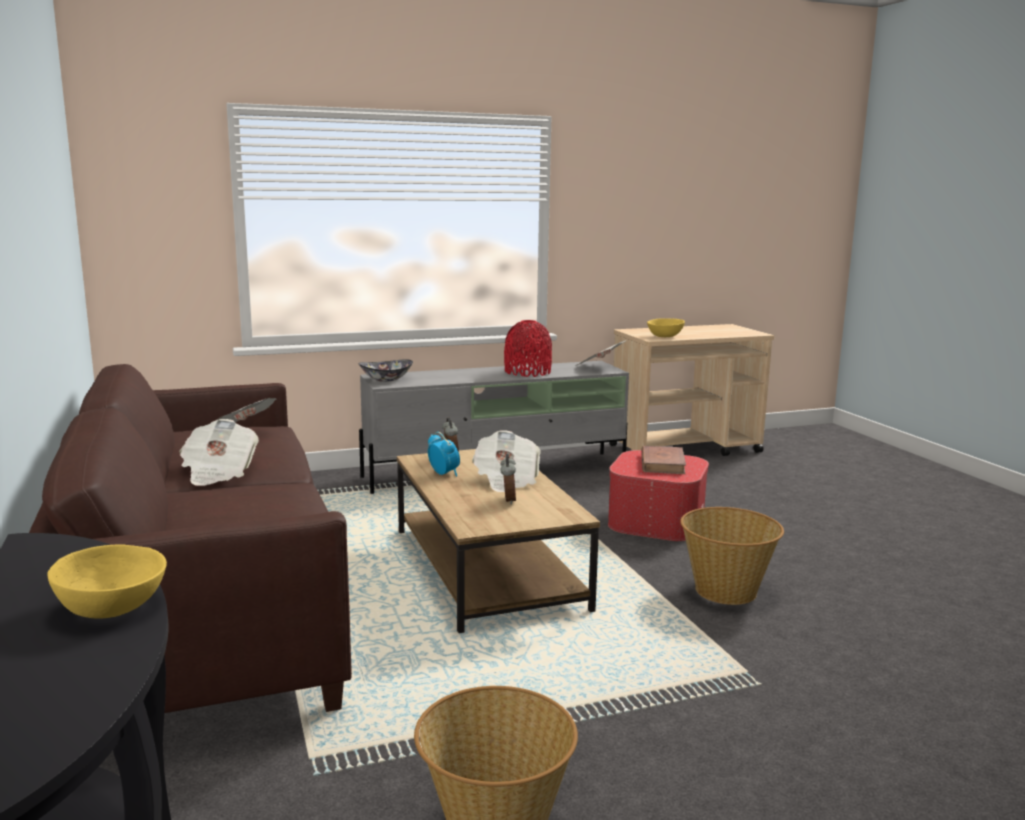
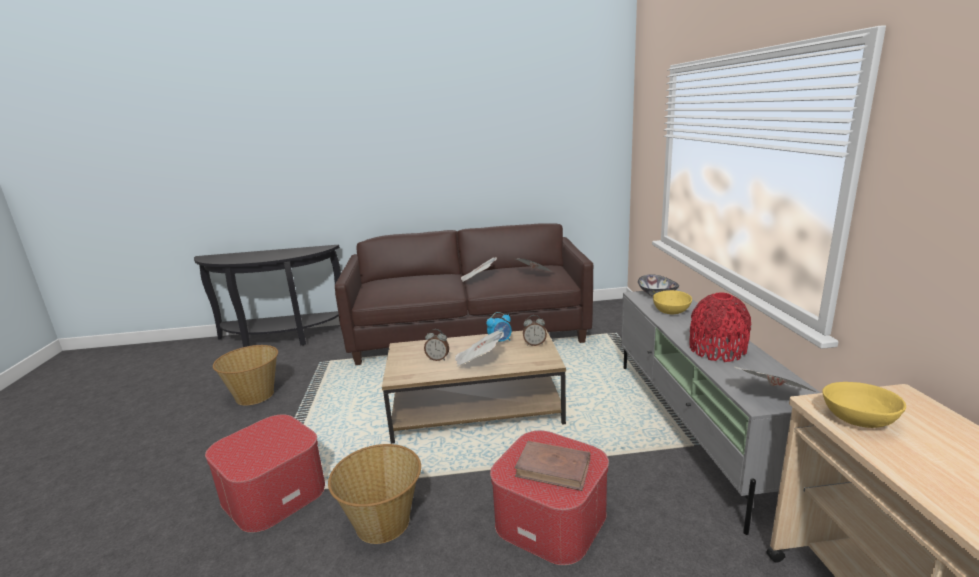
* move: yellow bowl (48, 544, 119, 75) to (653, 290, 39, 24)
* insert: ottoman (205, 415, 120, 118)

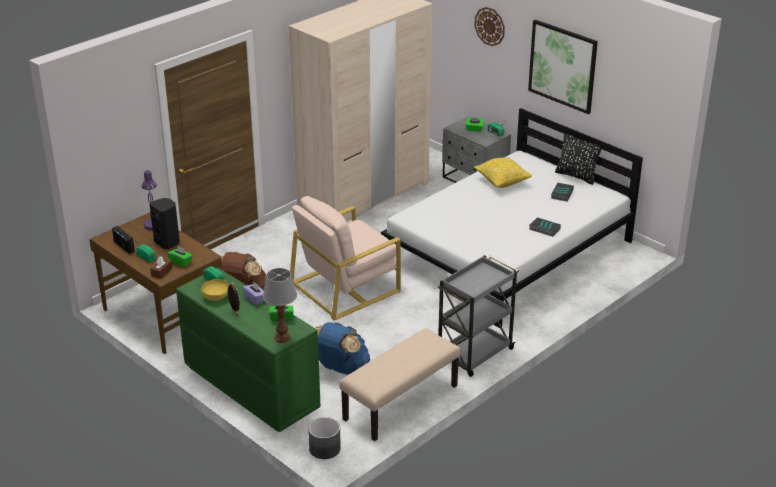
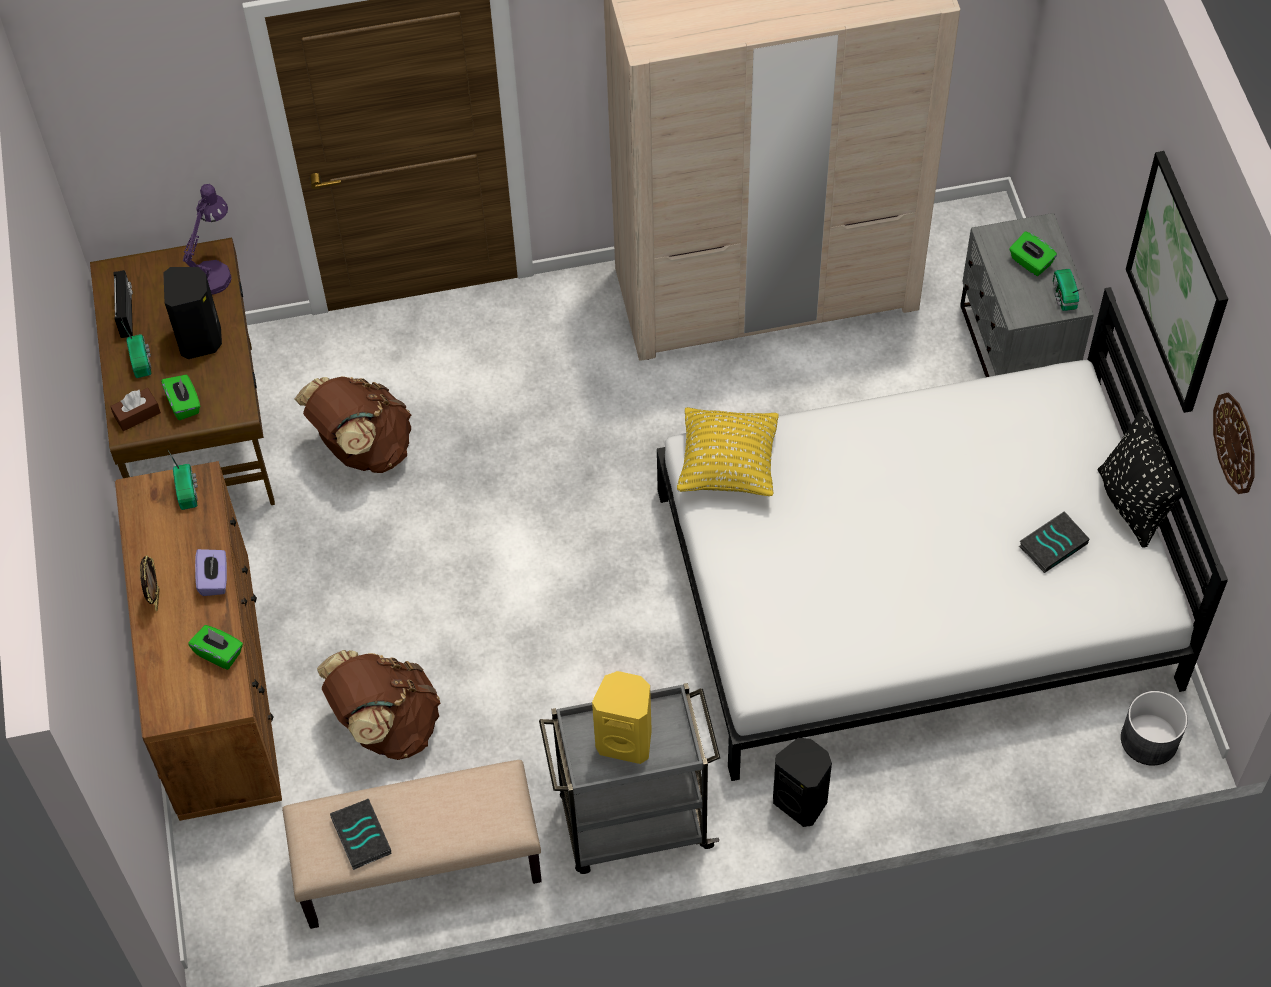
* move: hanging clock (474, 7, 31, 39) to (1213, 392, 41, 102)
* move: yellow throw pillow (474, 157, 58, 31) to (677, 407, 102, 89)
* delete: sand-coloured armchair (290, 196, 111, 125)
* move: book (529, 217, 32, 20) to (330, 799, 62, 71)
* recolor: green drawer chest (176, 268, 145, 164) to brown drawer chest (115, 461, 167, 360)
* delete: tabletop lamp (263, 268, 34, 75)
* delete: yellow bowl (201, 279, 28, 22)
* recolor: blue-coloured knapsack (315, 322, 55, 53) to brown knapsack (317, 650, 123, 110)
* move: greyish planter (308, 417, 33, 42) to (1121, 691, 67, 75)
* insert: yellow audio speaker (592, 671, 60, 93)
* insert: blackish audio speaker (773, 738, 59, 89)

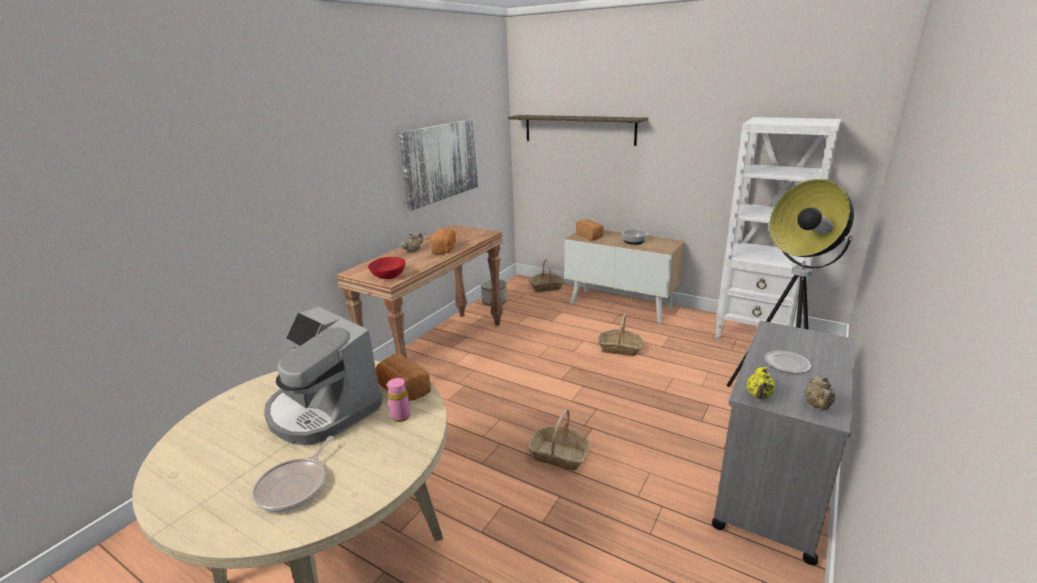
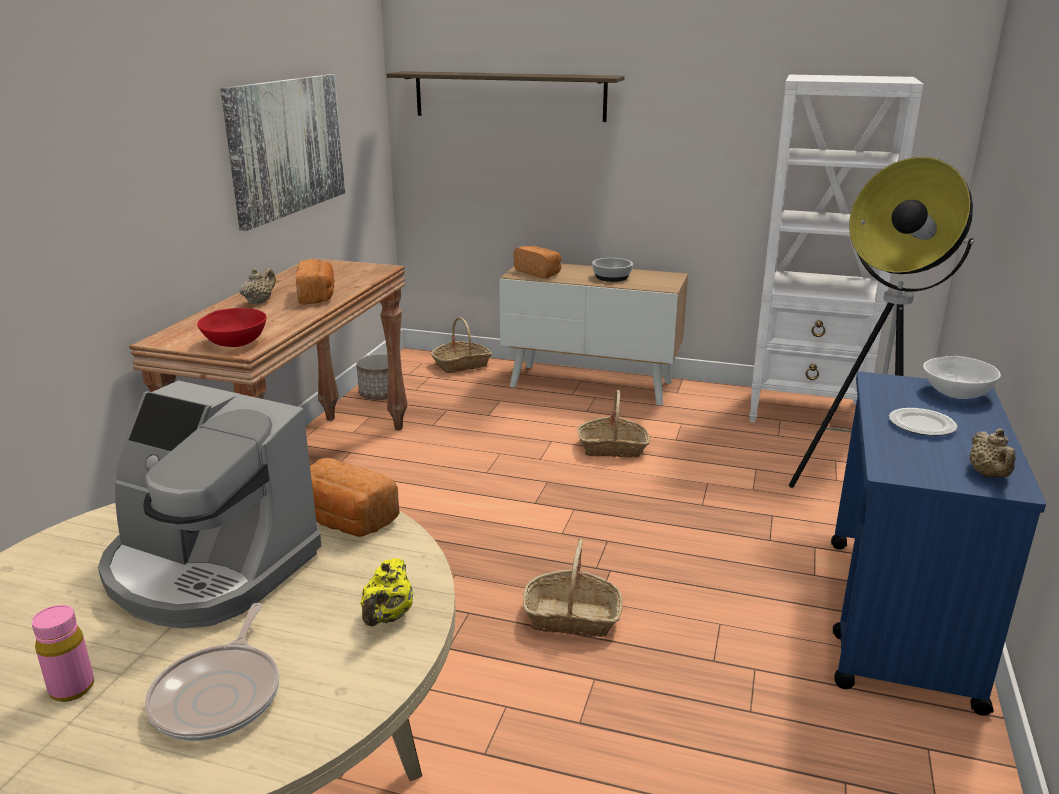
* recolor: greyish trolley (712, 321, 143, 244) to blue-coloured trolley (831, 372, 215, 344)
* move: yellow pot for tea (746, 367, 29, 32) to (360, 558, 53, 68)
* move: pink drink bottle (387, 378, 23, 44) to (32, 605, 62, 97)
* insert: white-coloured bowl (923, 356, 78, 43)

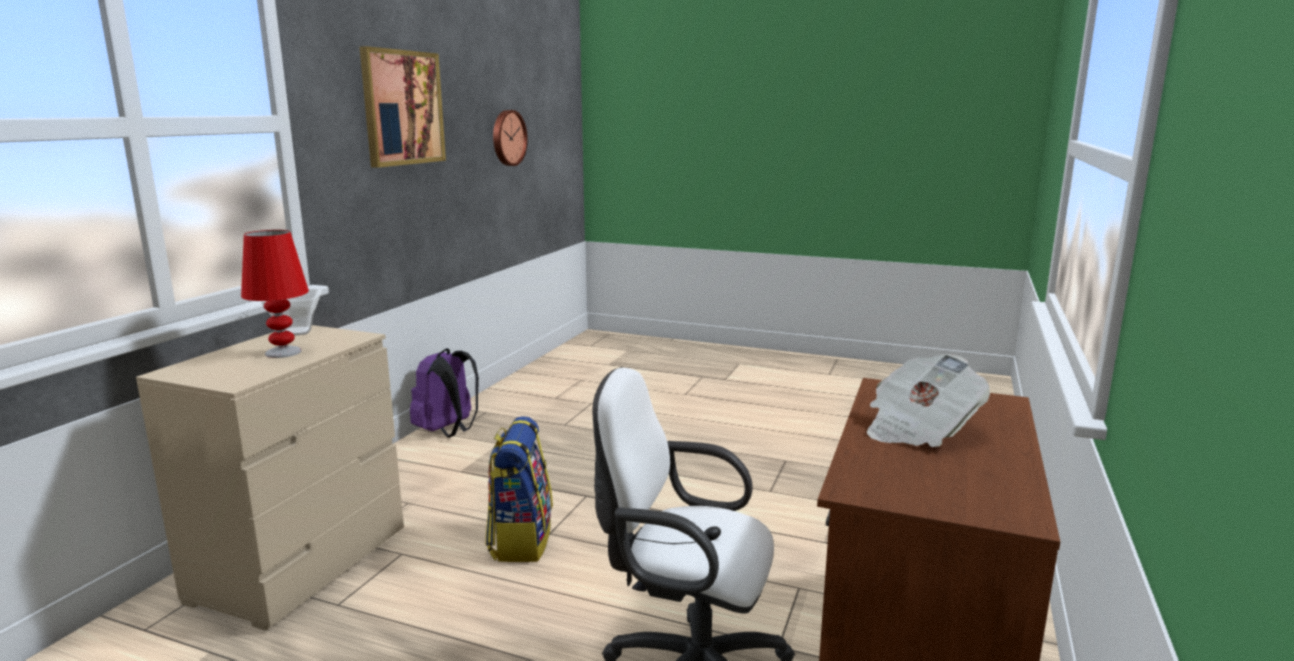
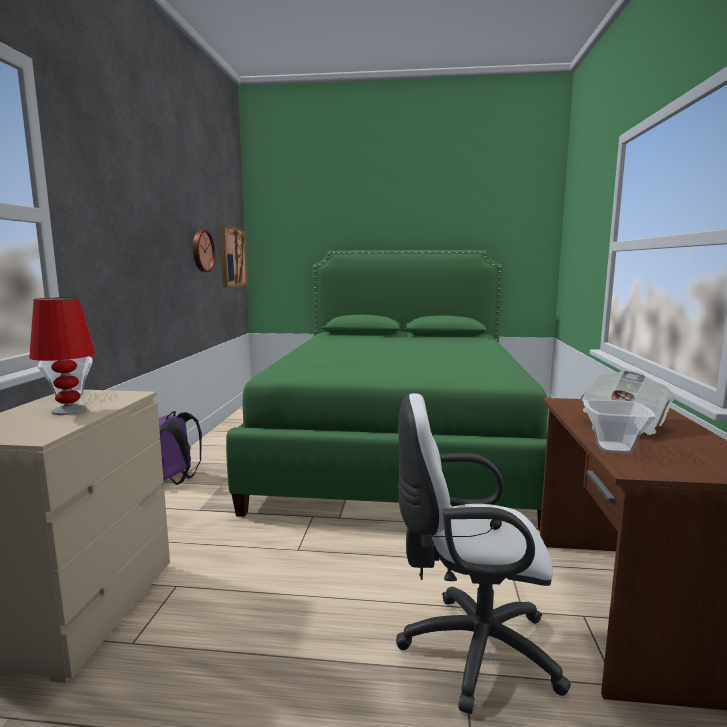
* move: wall art (359, 46, 87, 122) to (220, 225, 28, 62)
* delete: knapsack (485, 416, 68, 146)
* insert: green bedroom bed (226, 250, 322, 281)
* insert: bowl (584, 400, 72, 54)

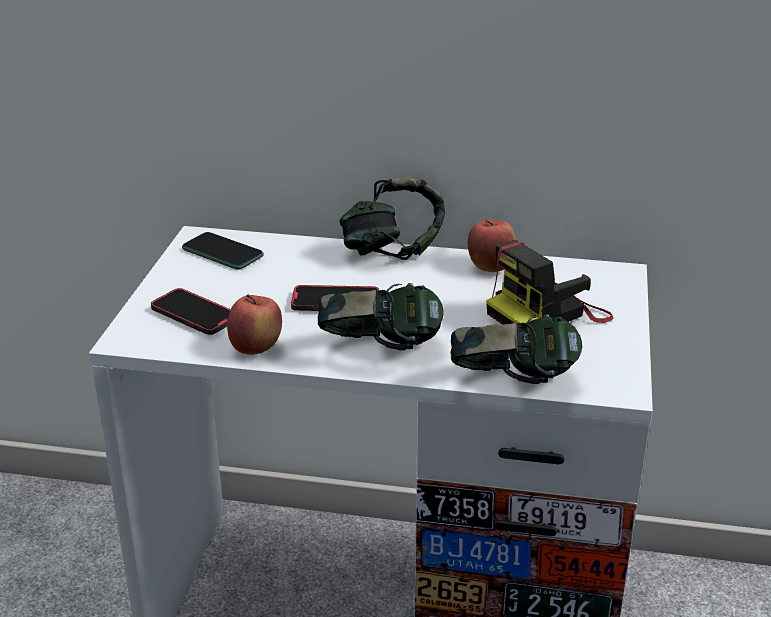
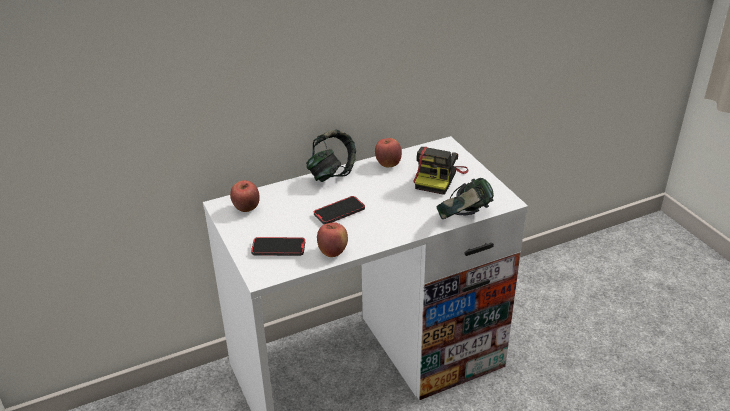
* replace: phone (182, 232, 82, 38) to apple (230, 180, 30, 32)
* delete: headphones (318, 283, 126, 67)

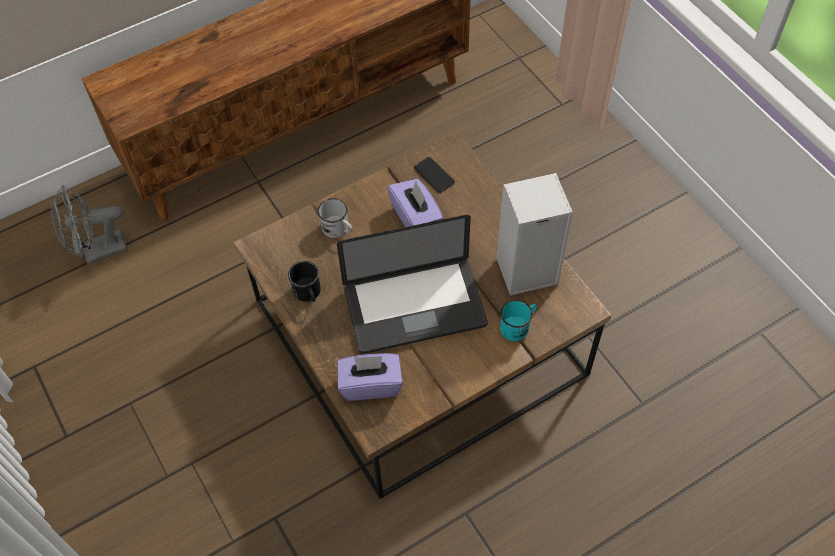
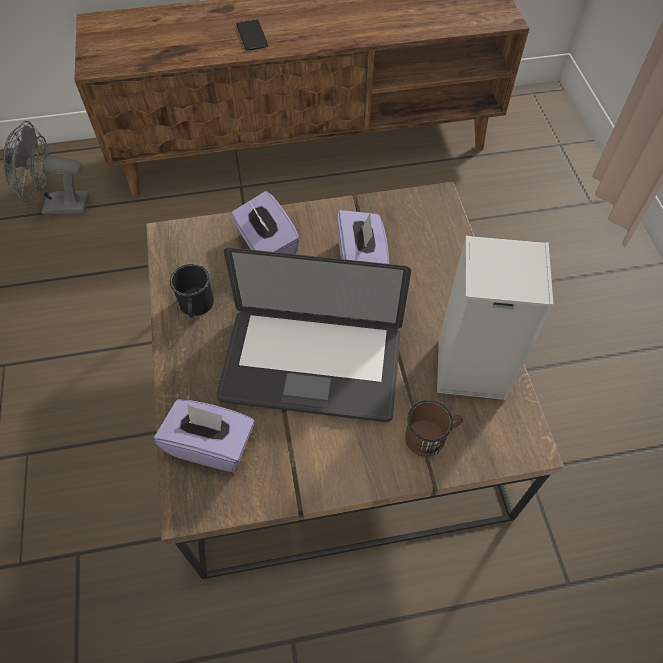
* move: phone (414, 157, 41, 36) to (236, 19, 32, 32)
* replace: white-coloured tea mug (318, 198, 35, 40) to purple-coloured tissue holder (231, 191, 69, 63)
* recolor: turquoise tea mug (500, 300, 37, 41) to brown tea mug (405, 400, 58, 57)

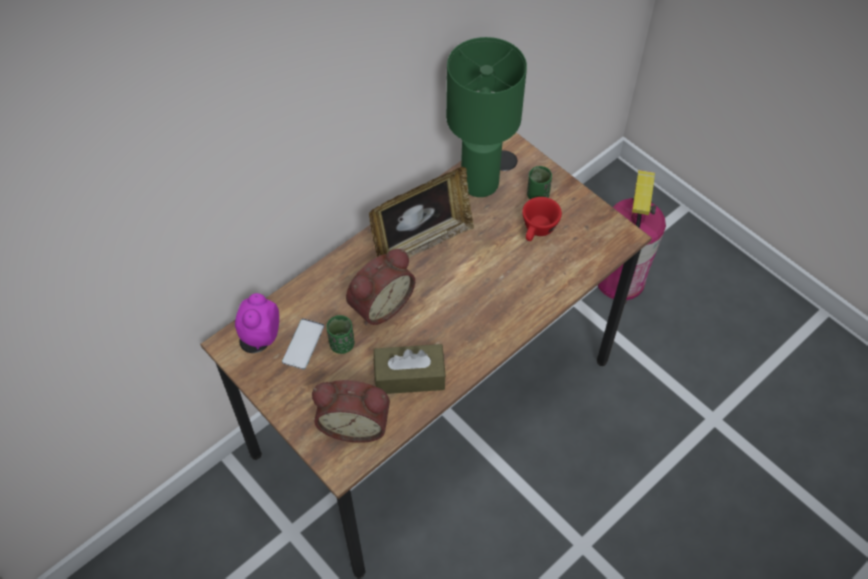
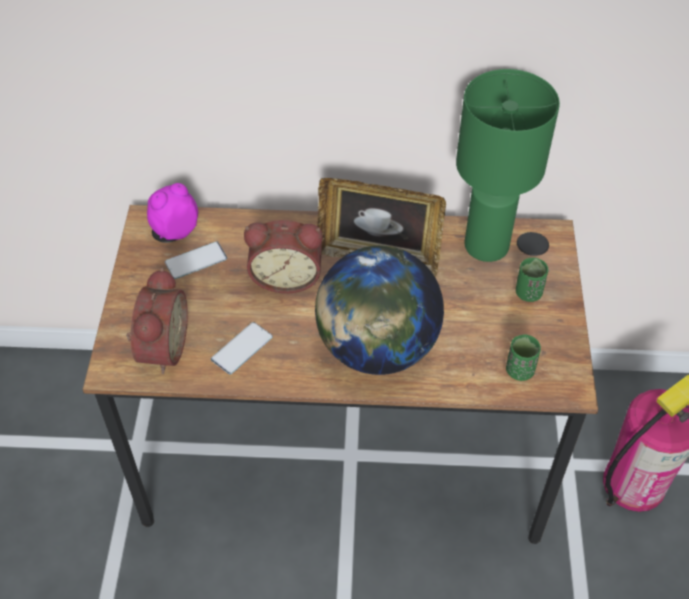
* delete: reddish cup (522, 197, 40, 44)
* move: green cup (326, 315, 28, 39) to (506, 334, 35, 47)
* replace: brown tissue holder (374, 344, 72, 50) to phone (211, 322, 62, 52)
* rotate: table clock (312, 380, 78, 63) = (126, 268, 62, 106) 135 degrees counterclockwise
* insert: world globe (315, 246, 129, 129)

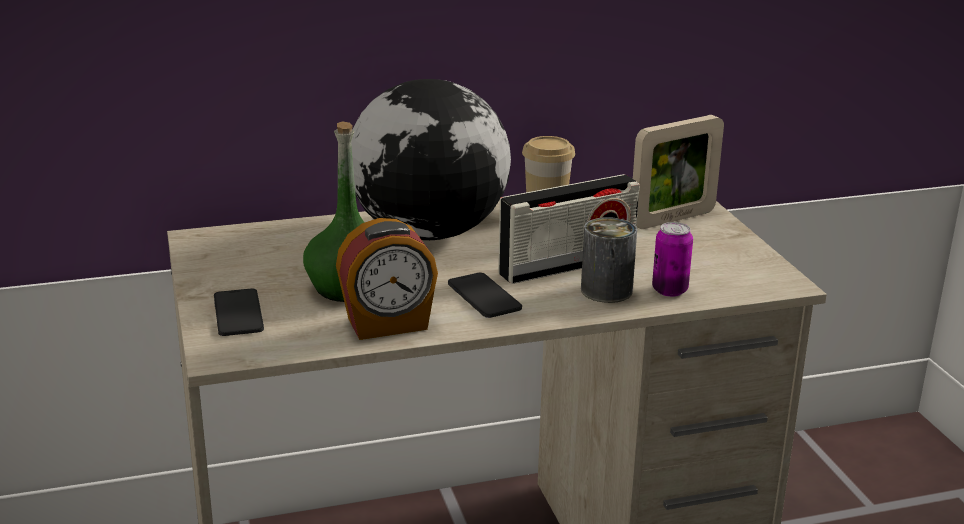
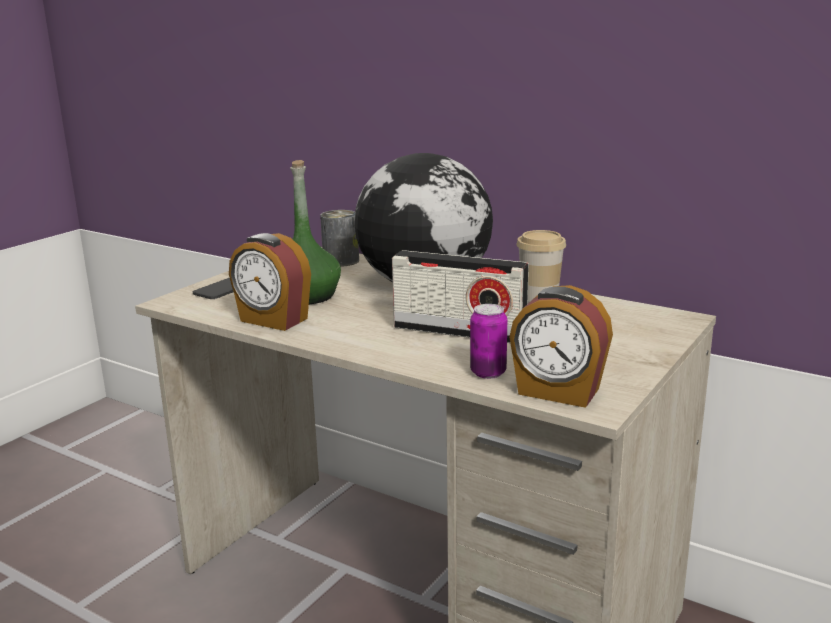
* delete: photo frame (633, 115, 91, 114)
* move: metal can (581, 217, 56, 86) to (320, 210, 39, 57)
* delete: phone (448, 273, 74, 45)
* insert: table clock (509, 285, 104, 123)

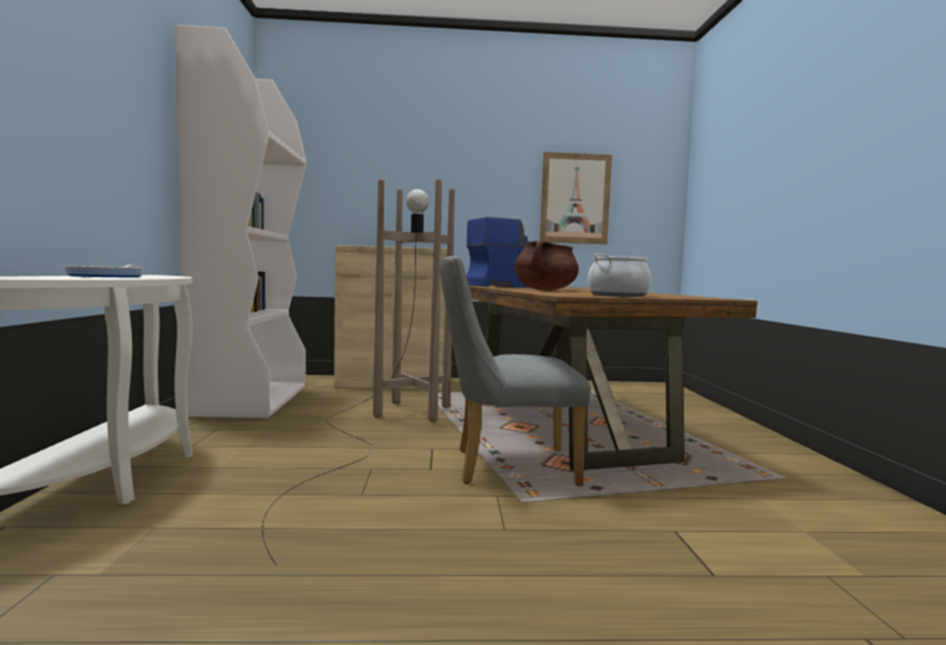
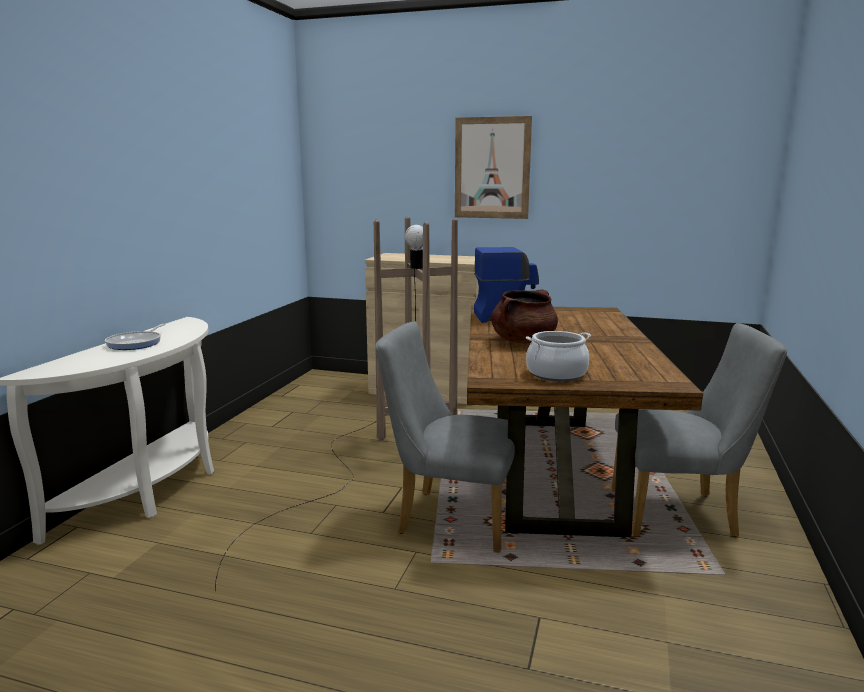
* delete: white-coloured bookcase (175, 25, 131, 393)
* move: wall art (540, 152, 72, 92) to (455, 116, 77, 103)
* insert: greyish upright chair (612, 323, 175, 214)

